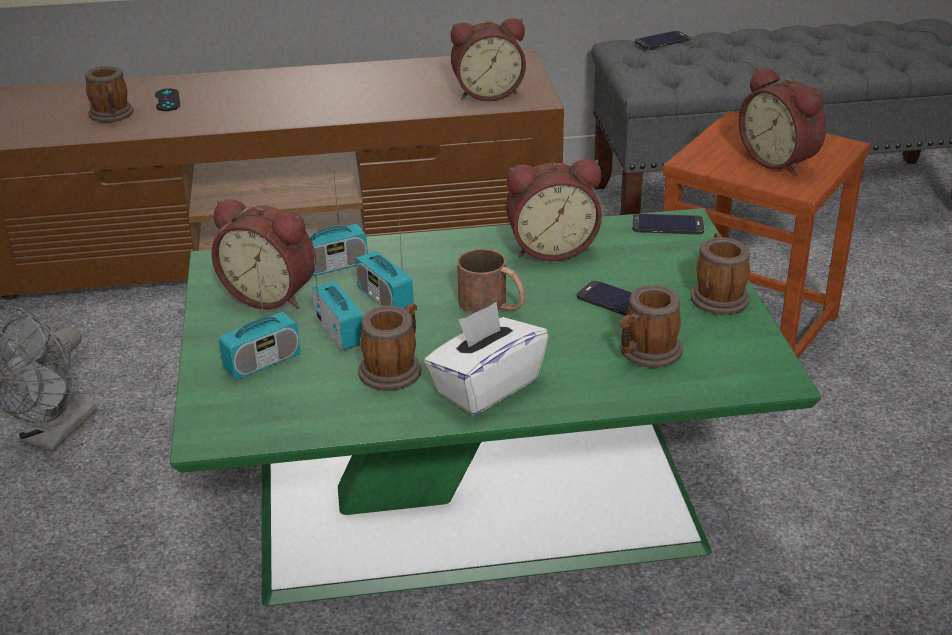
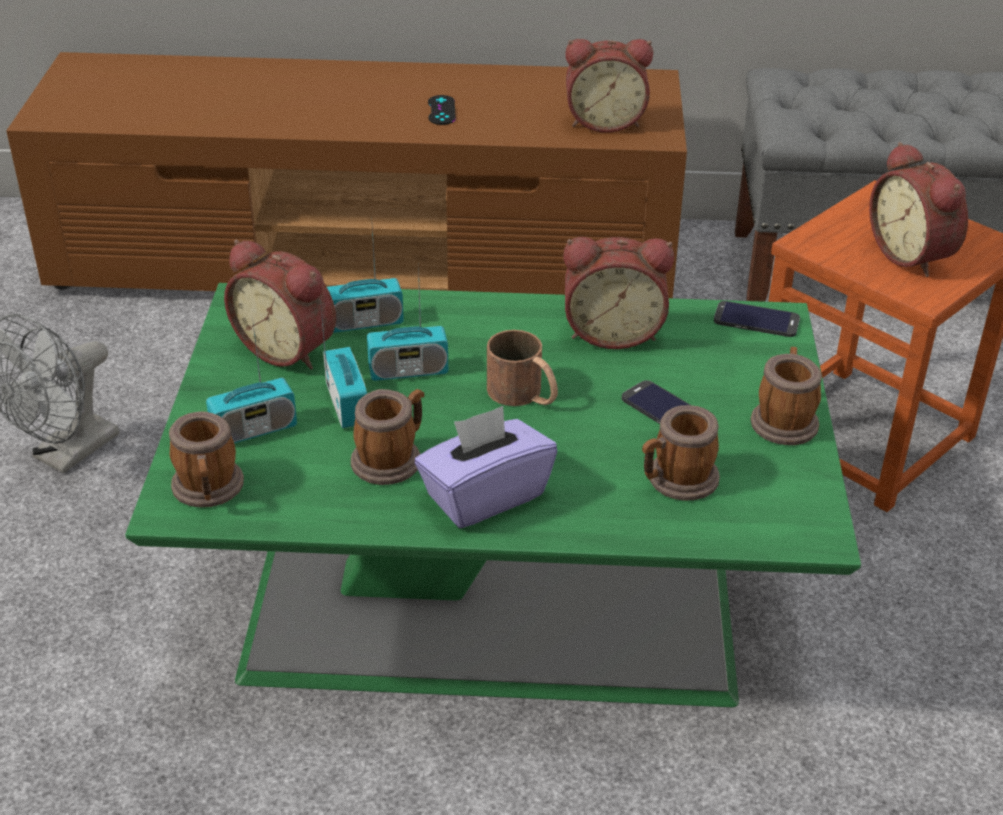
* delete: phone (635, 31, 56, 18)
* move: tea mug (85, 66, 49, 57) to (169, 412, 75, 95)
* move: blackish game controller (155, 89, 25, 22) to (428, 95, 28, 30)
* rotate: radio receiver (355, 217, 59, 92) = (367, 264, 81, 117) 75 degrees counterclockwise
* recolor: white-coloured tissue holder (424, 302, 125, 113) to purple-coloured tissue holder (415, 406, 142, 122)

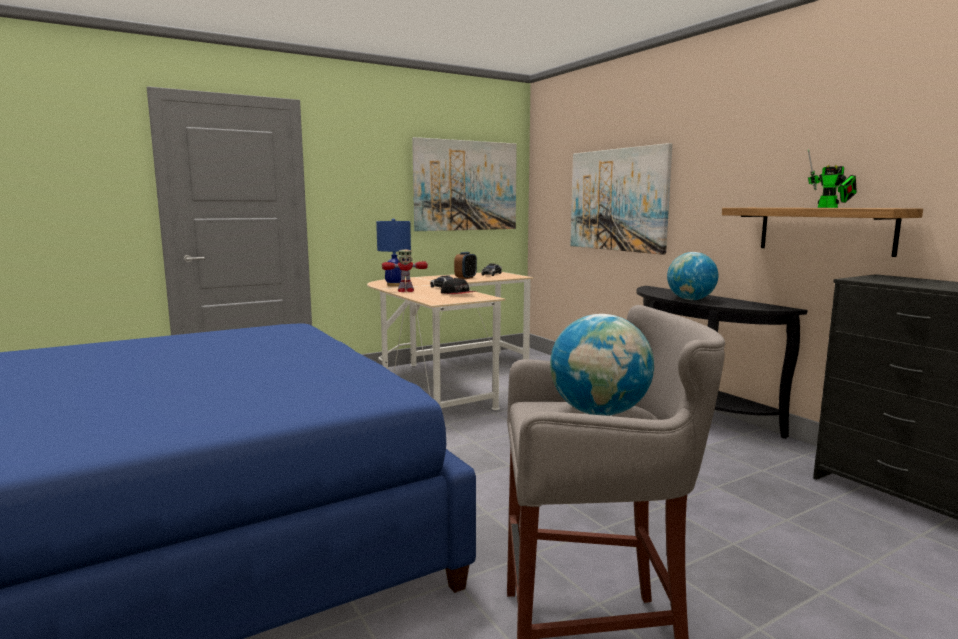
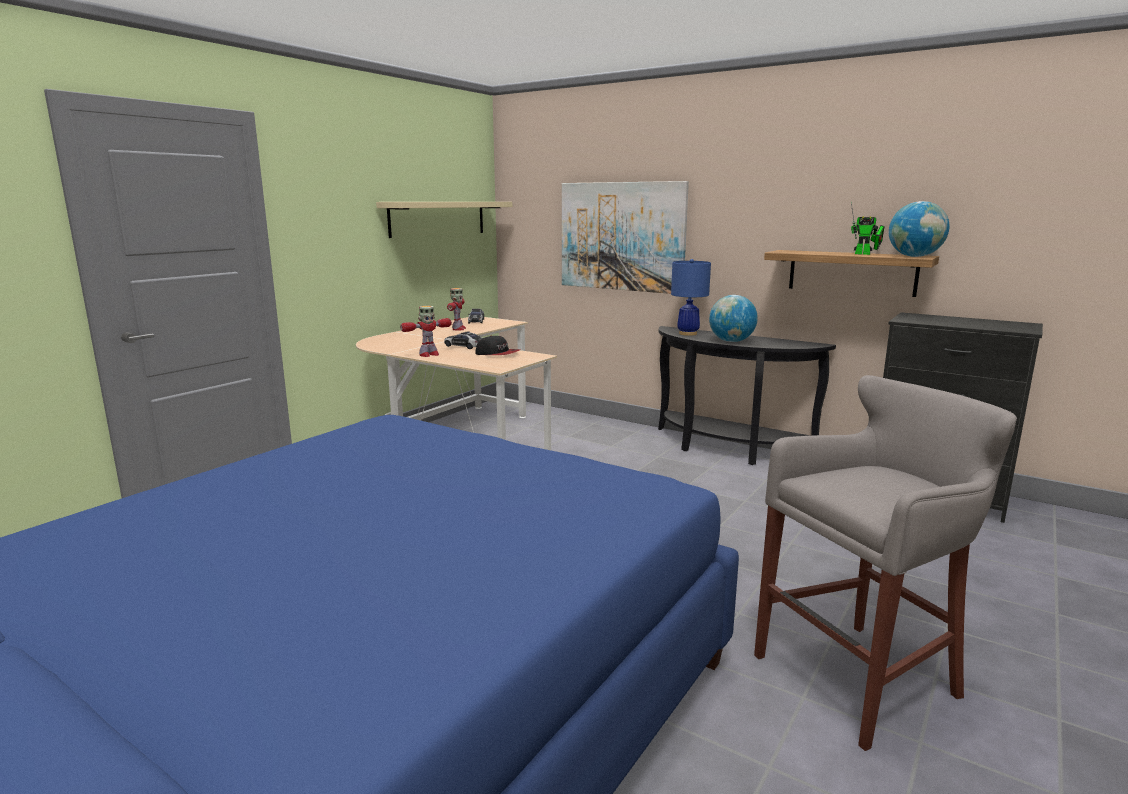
* replace: wall art (412, 137, 105, 94) to sand-coloured wall shelf (376, 202, 136, 36)
* move: blue-coloured tabletop lamp (376, 218, 35, 68) to (671, 259, 40, 77)
* replace: table clock (454, 252, 23, 27) to robot figure (447, 288, 19, 43)
* move: world globe (550, 314, 104, 102) to (889, 201, 61, 56)

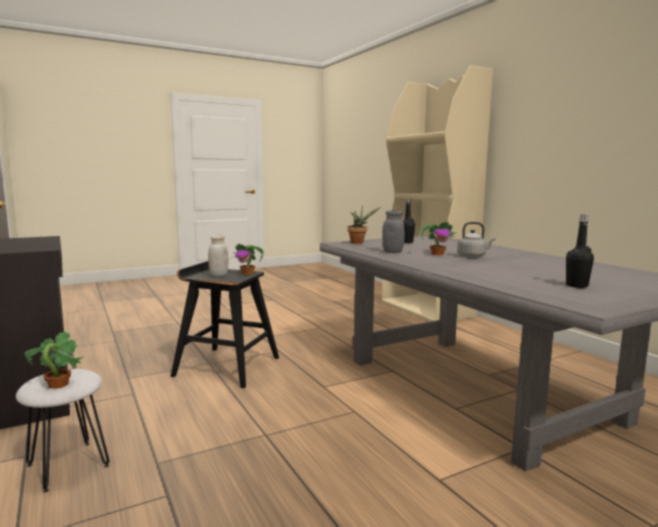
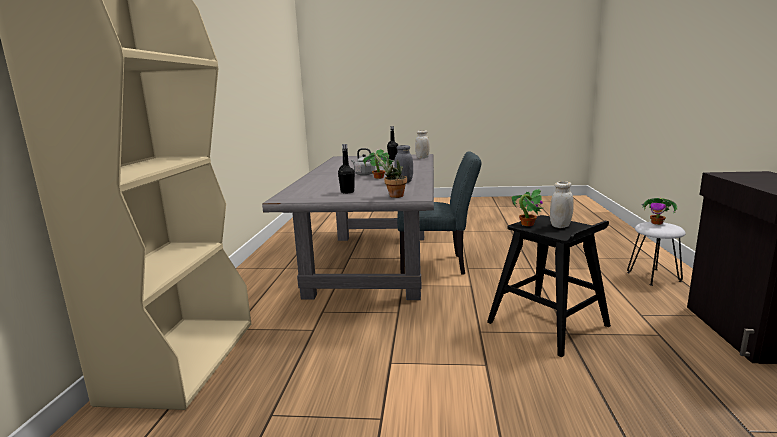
* insert: white-coloured storage jar (415, 130, 15, 28)
* insert: greyish upright chair (397, 151, 85, 123)

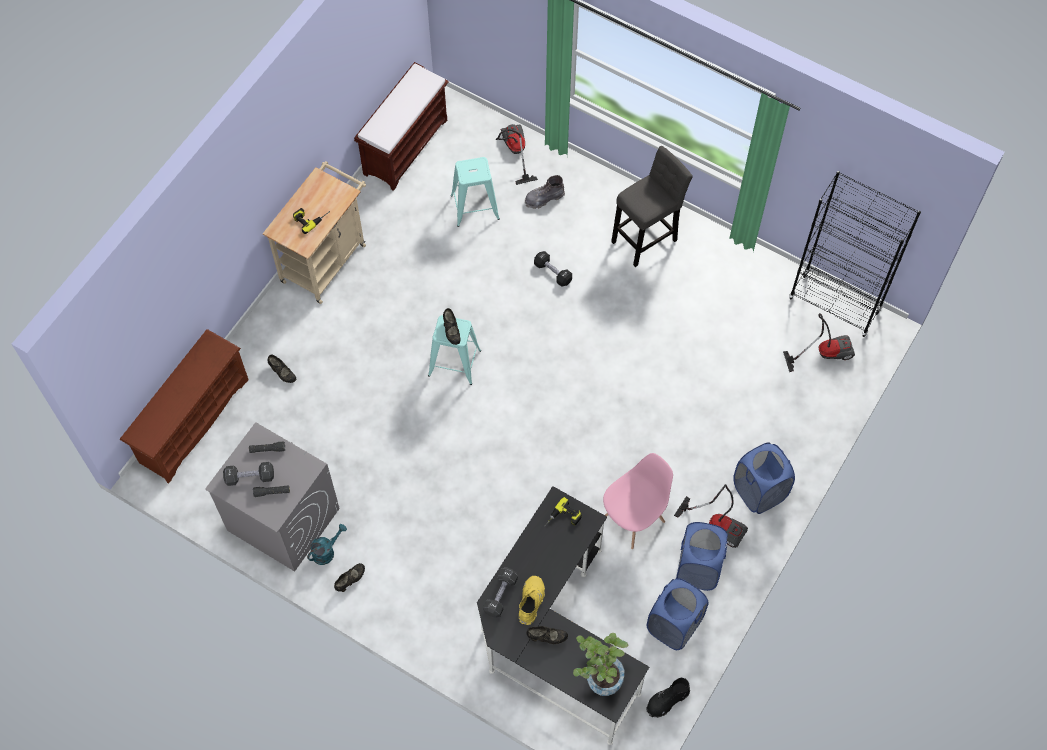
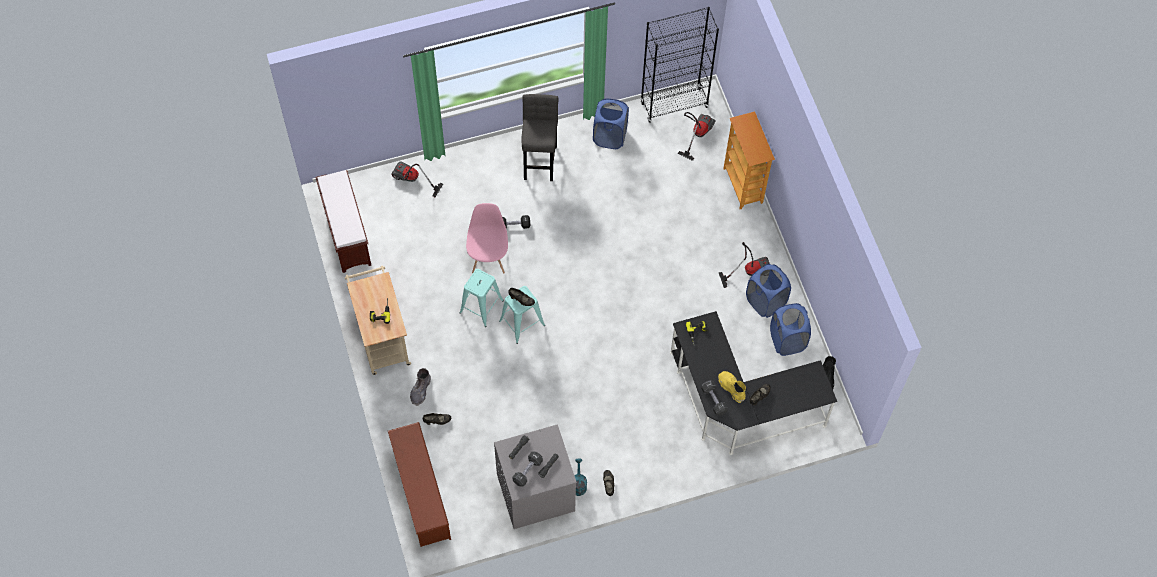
* move: turquoise stool (451, 157, 49, 70) to (459, 269, 45, 58)
* move: greyish boot (525, 175, 40, 34) to (410, 368, 21, 38)
* move: blue-coloured hamper (733, 442, 62, 72) to (593, 98, 36, 51)
* move: pink upright chair (603, 453, 70, 96) to (466, 203, 42, 70)
* delete: plant in a pot (573, 633, 56, 63)
* insert: bookcase (723, 112, 52, 97)

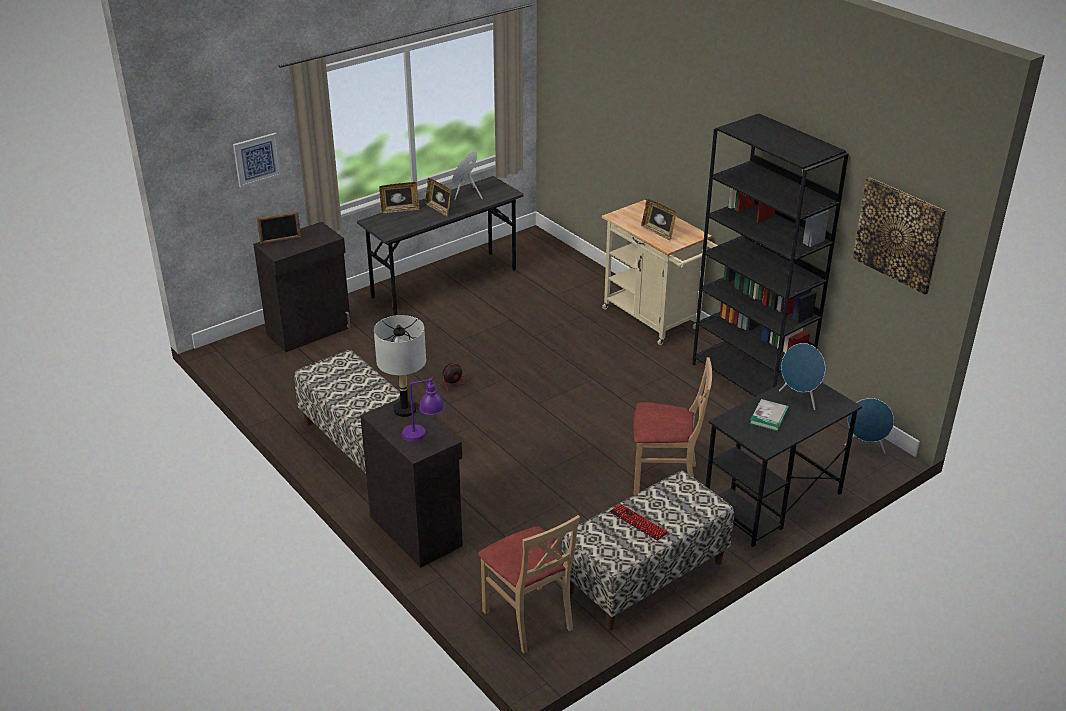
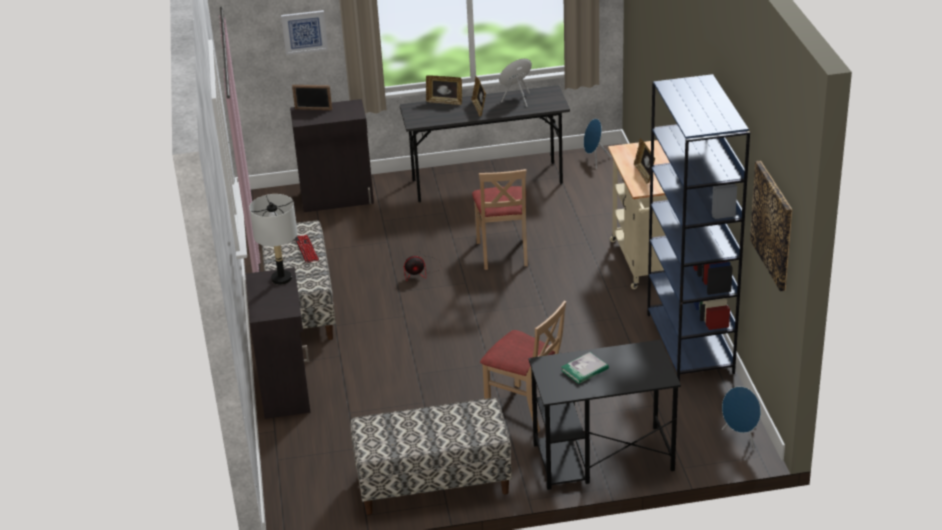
* recolor: blackish bookcase (692, 114, 157, 283) to blue-coloured bookcase (647, 74, 103, 308)
* move: blue-coloured audio speaker (779, 343, 46, 67) to (584, 118, 27, 51)
* delete: purple-coloured tabletop lamp (402, 377, 42, 65)
* move: PC keyboard (609, 504, 59, 37) to (295, 235, 24, 28)
* move: sand-coloured upright chair (478, 515, 102, 138) to (472, 169, 56, 101)

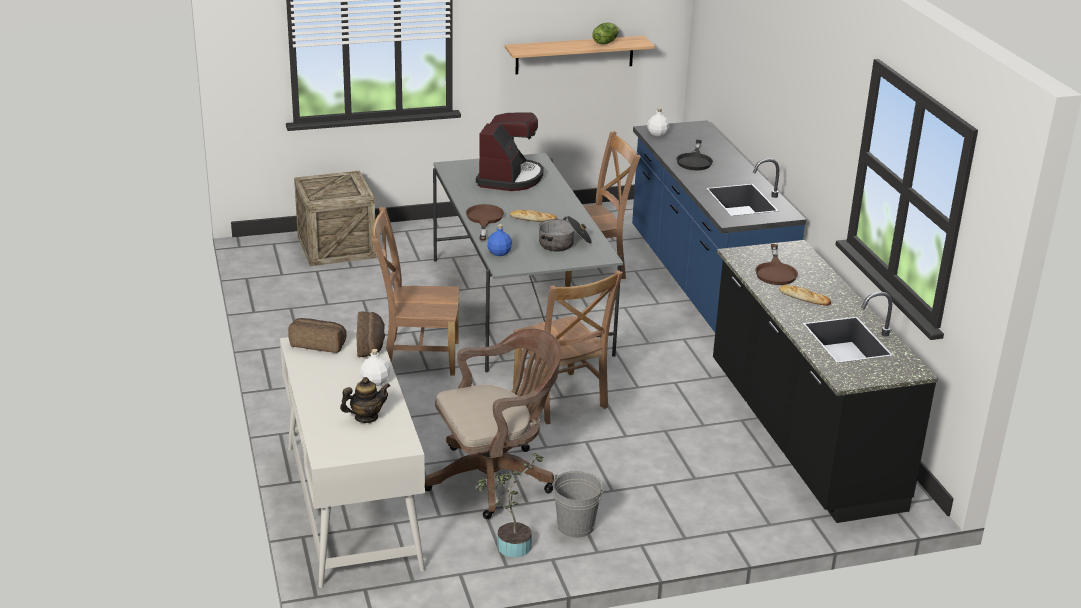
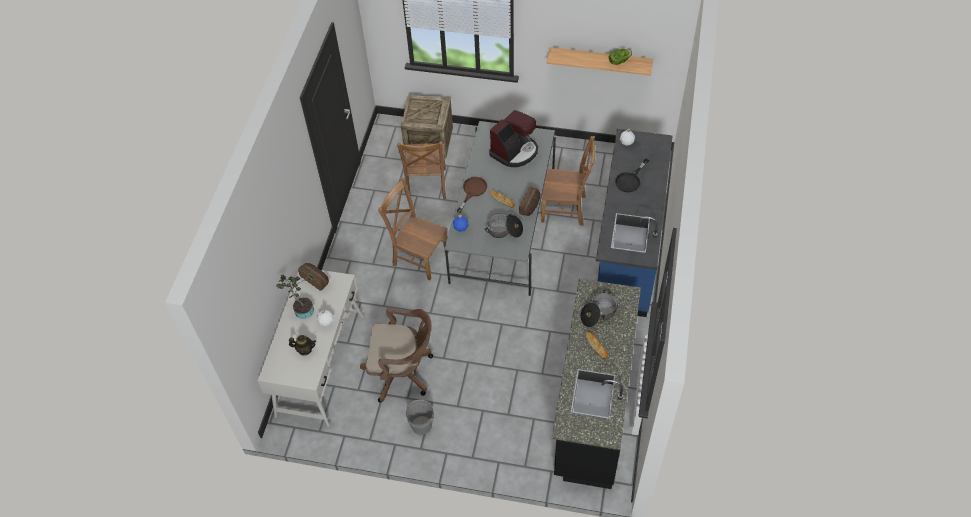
* replace: brown pan (755, 244, 43, 41) to stockpot (580, 289, 37, 38)
* move: brown upright chair (513, 270, 110, 154) to (397, 141, 49, 58)
* move: bread (357, 312, 28, 45) to (519, 186, 21, 30)
* move: plant in a pot (477, 453, 66, 105) to (276, 273, 38, 46)

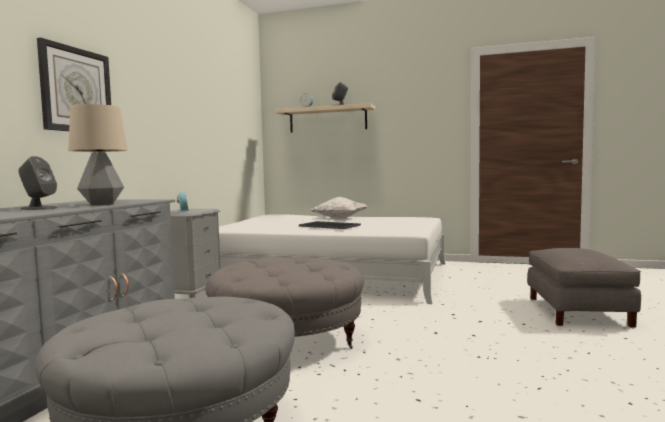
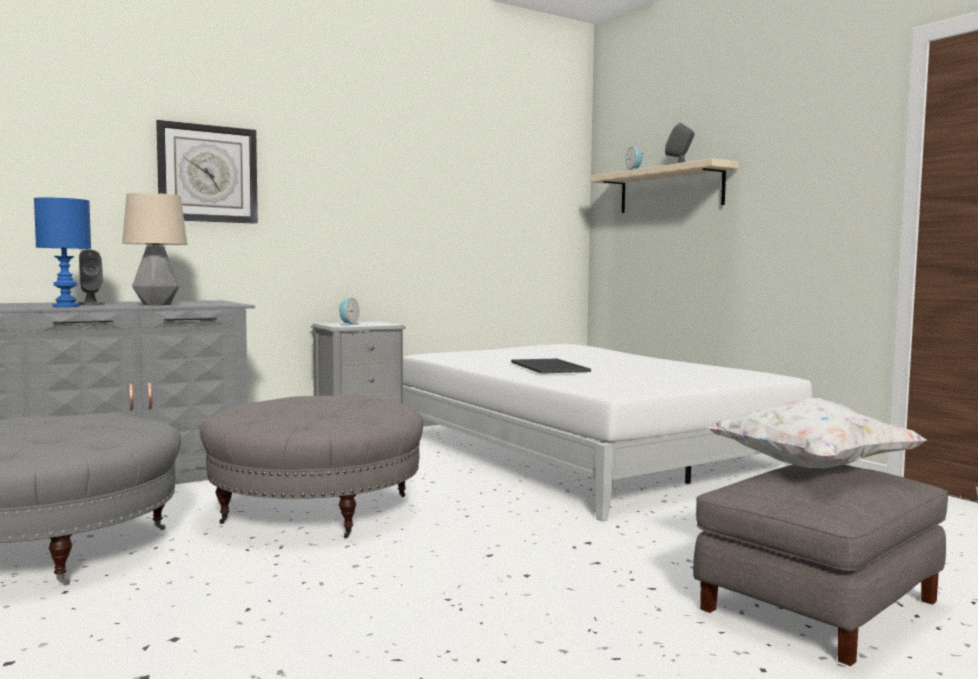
* move: white-coloured throw pillow (310, 197, 58, 22) to (706, 398, 221, 70)
* insert: blue-coloured tabletop lamp (34, 197, 57, 110)

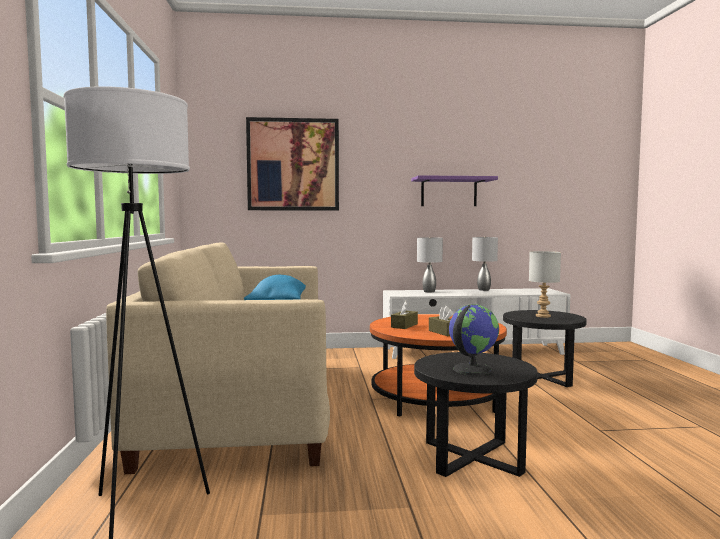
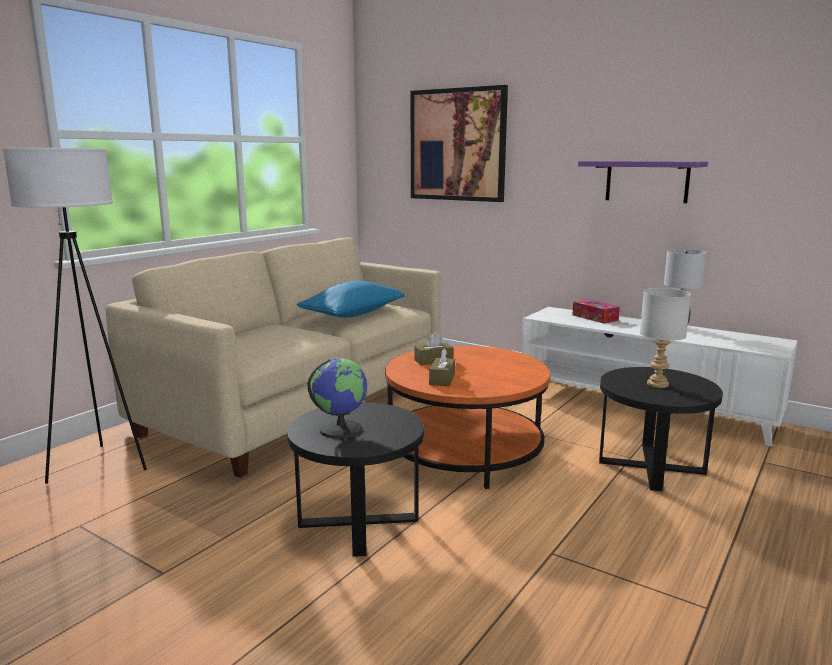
* replace: greyish tabletop lamp (417, 237, 26, 55) to tissue holder (572, 299, 48, 25)

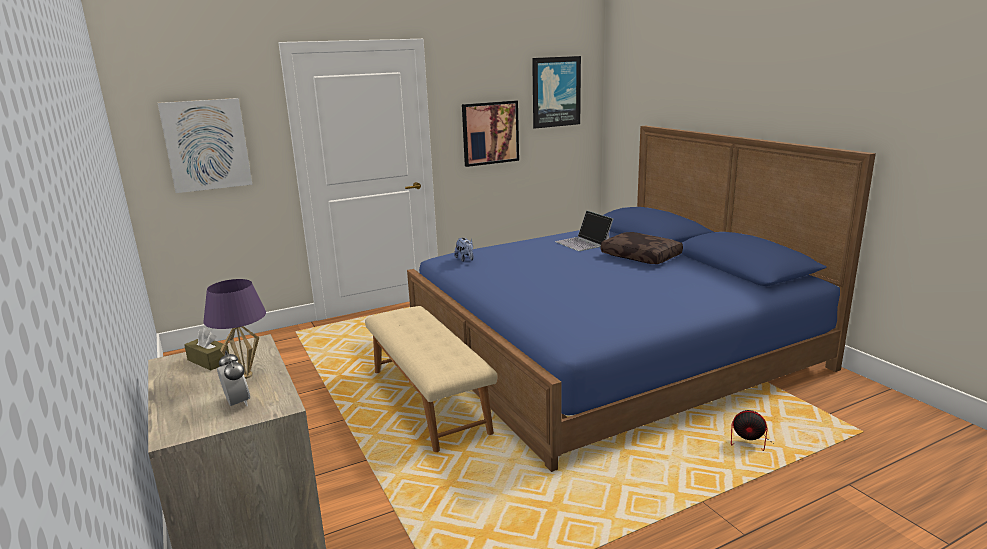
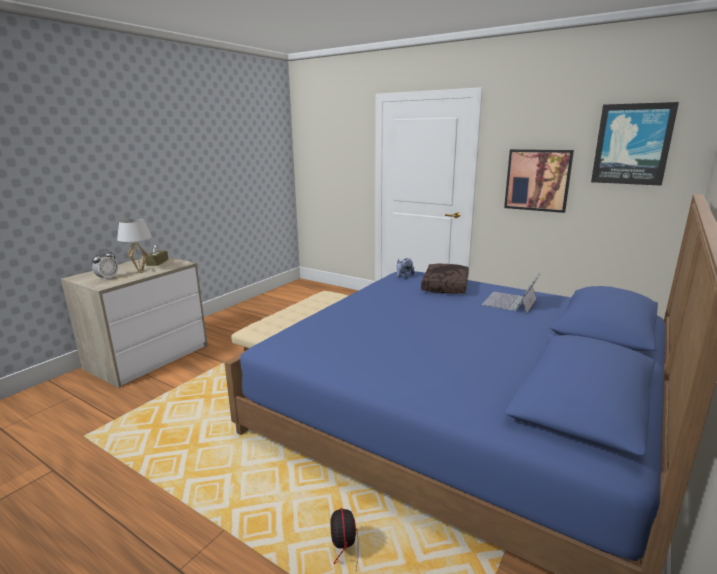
* delete: wall art (158, 98, 94, 95)
* move: brown throw pillow (601, 232, 82, 32) to (421, 264, 48, 30)
* recolor: purple-coloured tabletop lamp (203, 279, 63, 100) to white-coloured tabletop lamp (117, 219, 35, 54)

